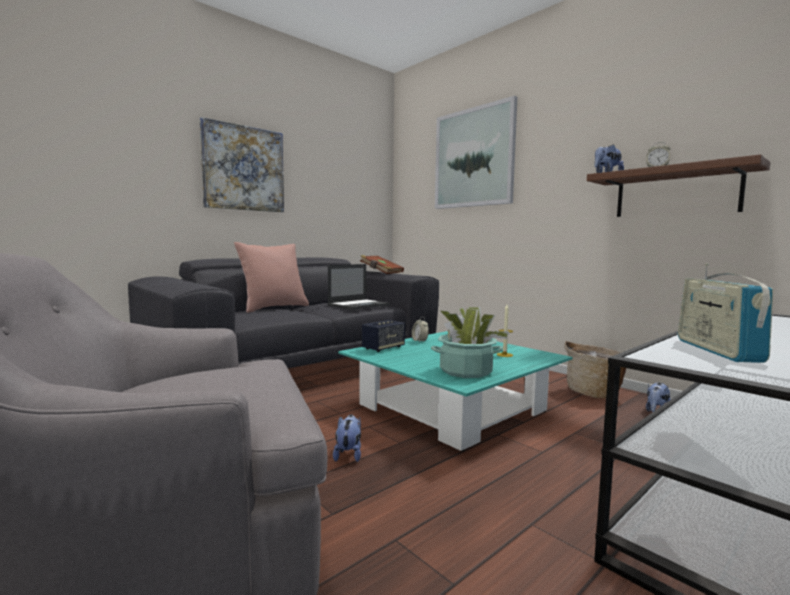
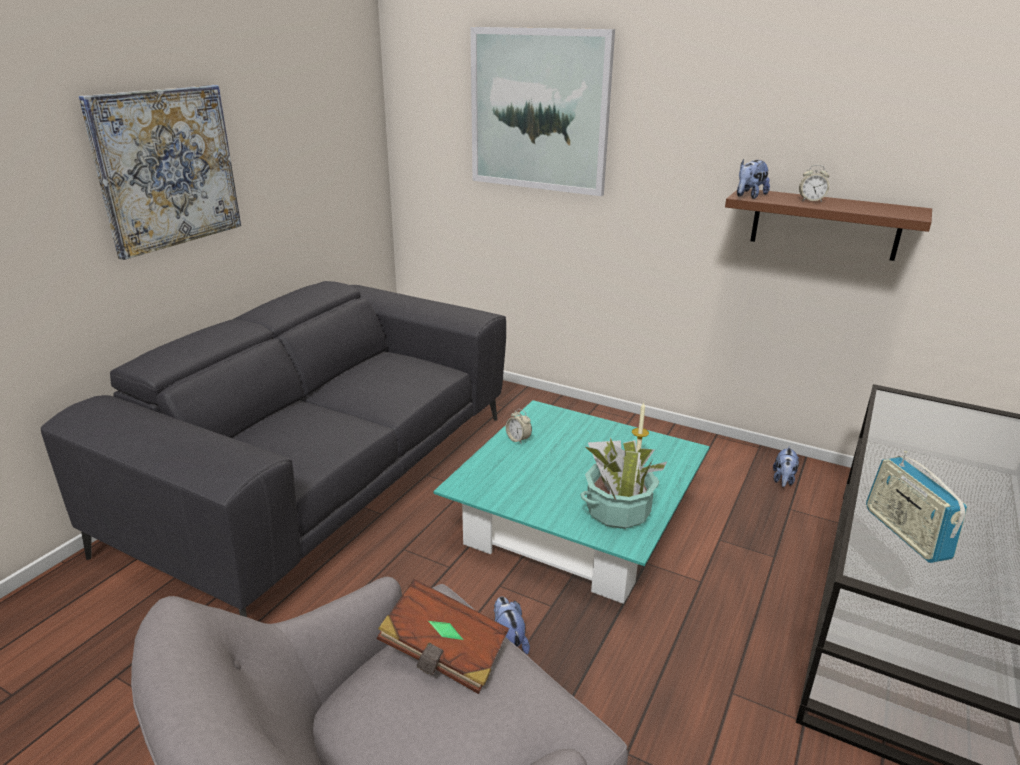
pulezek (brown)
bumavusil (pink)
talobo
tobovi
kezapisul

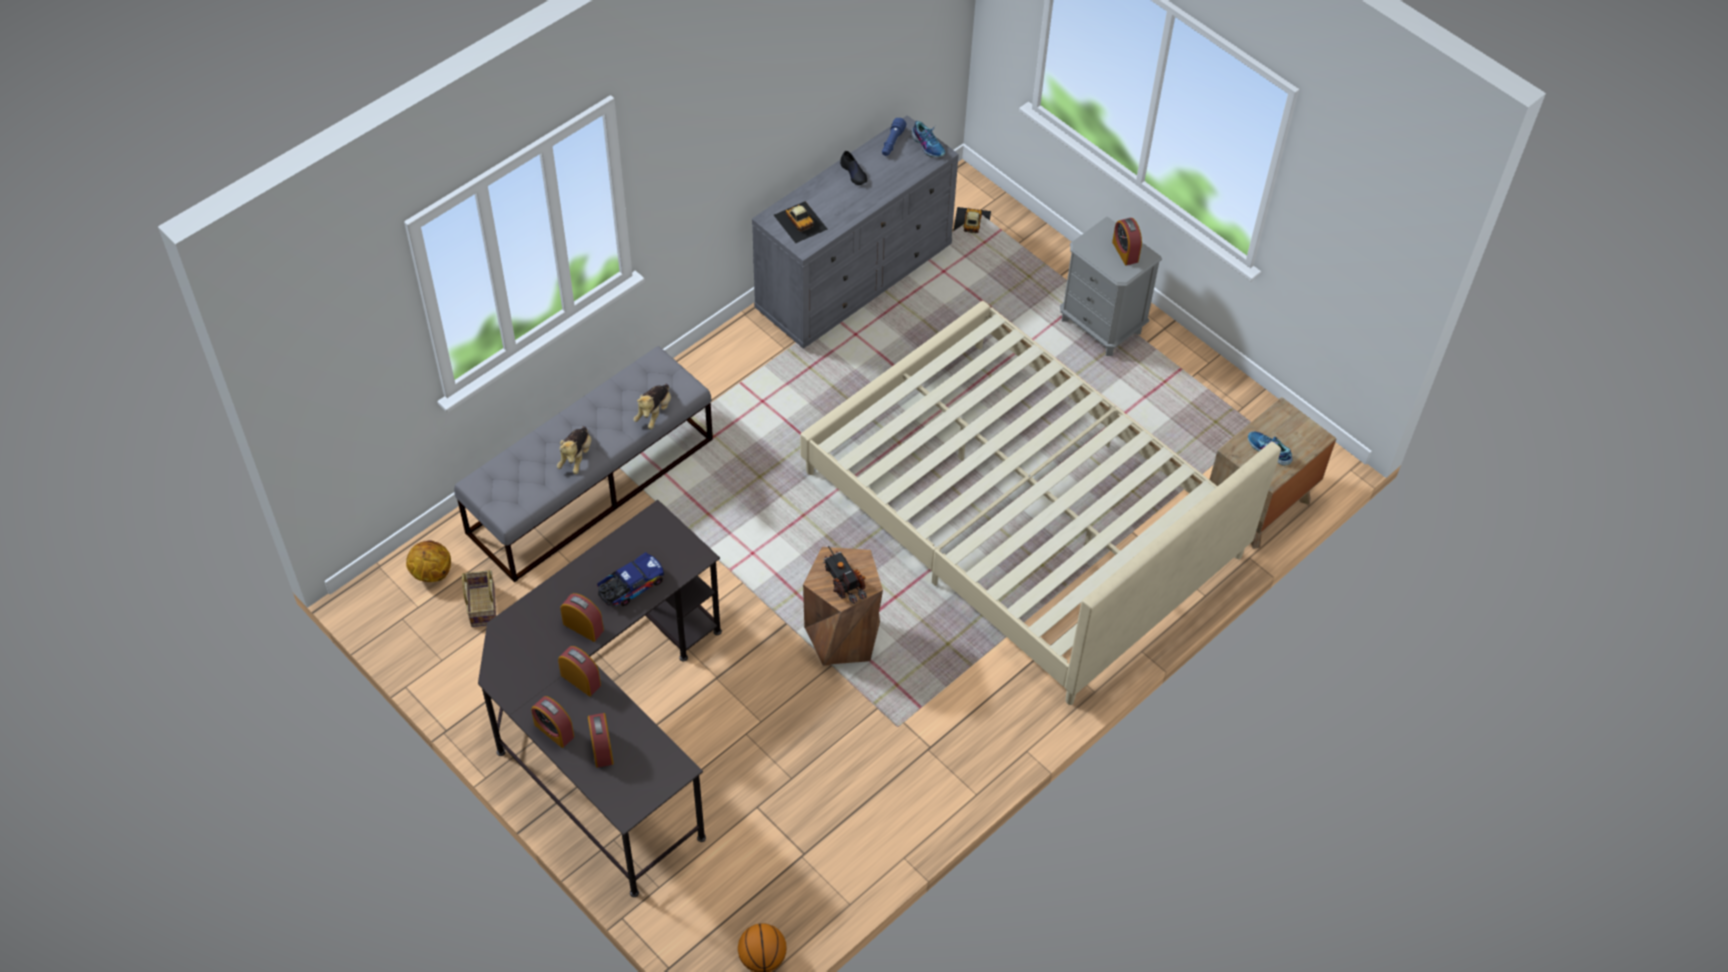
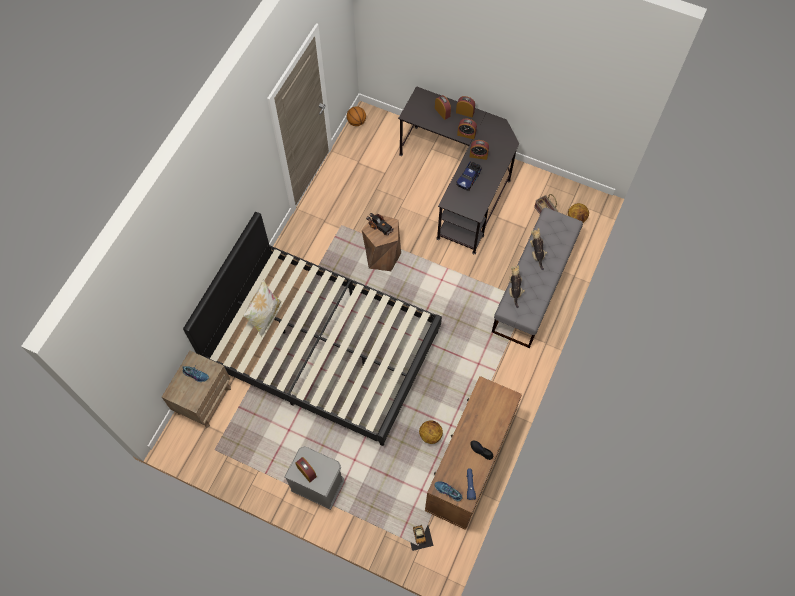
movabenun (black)
bumavusil
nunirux (no. 2 from left)
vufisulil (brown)
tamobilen (no. 1 from left in the first image)

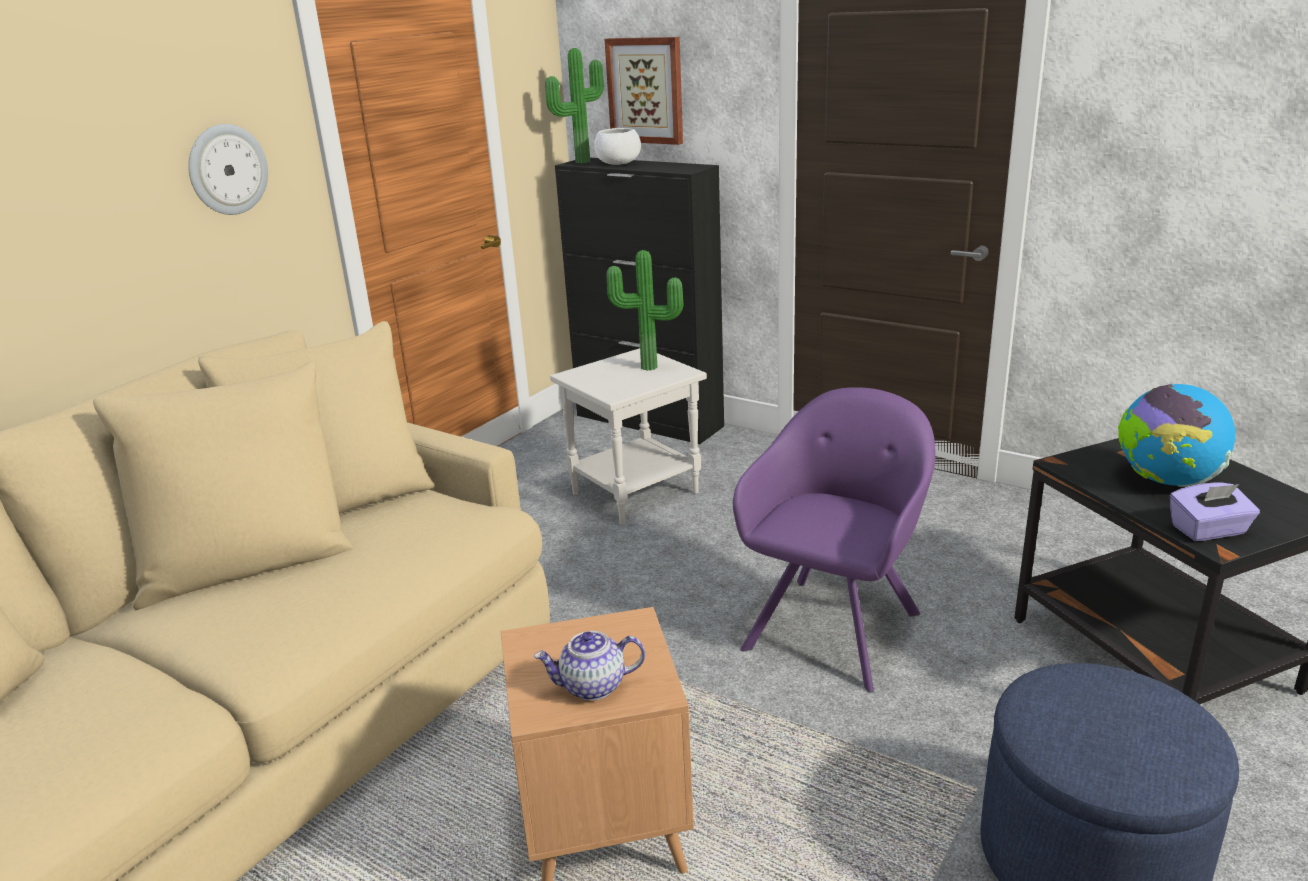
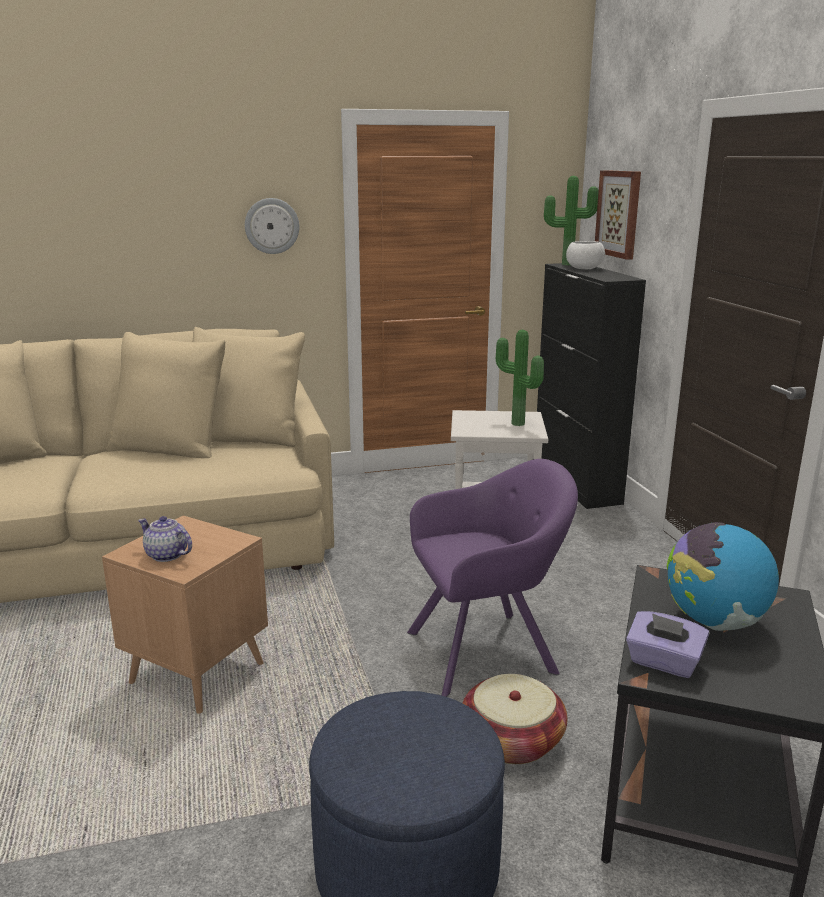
kezapisul

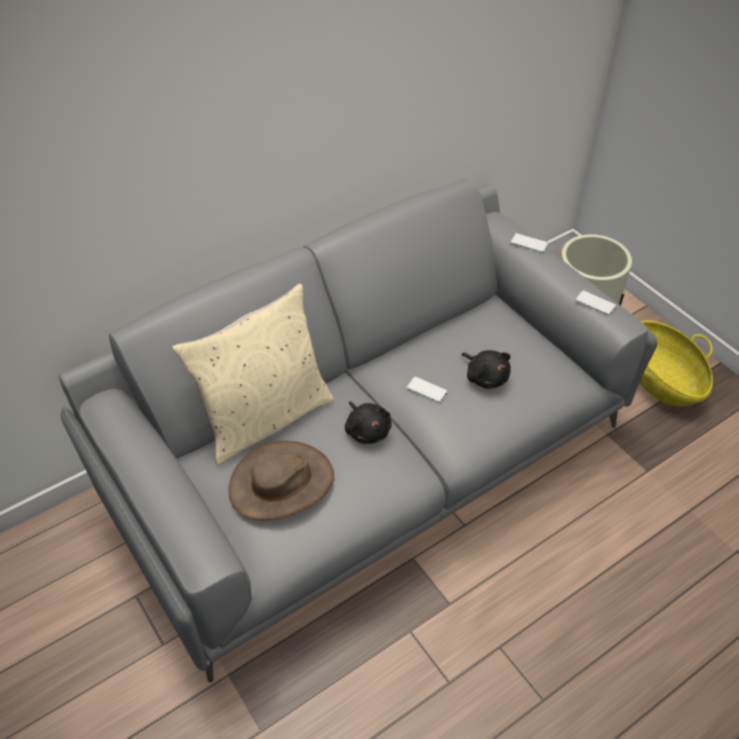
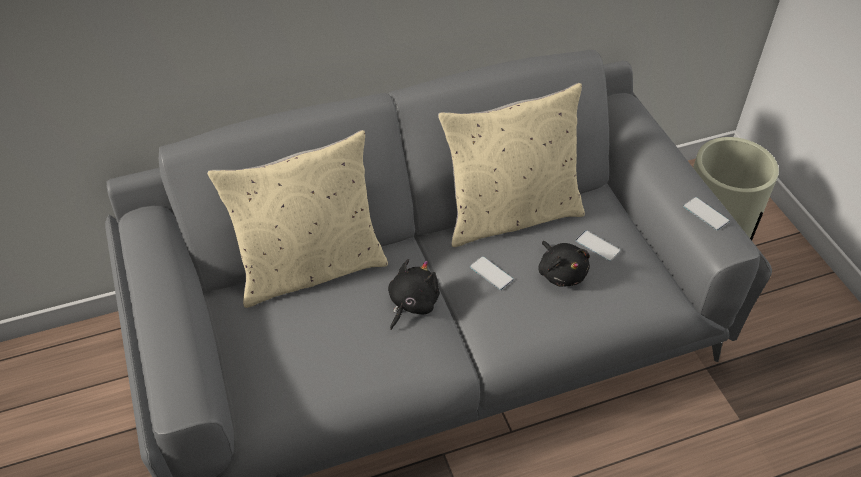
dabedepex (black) (no. 1 from left)
bumavusil (beige) (no. 2 from left)
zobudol (no. 2 from left)
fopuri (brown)
kezapisul

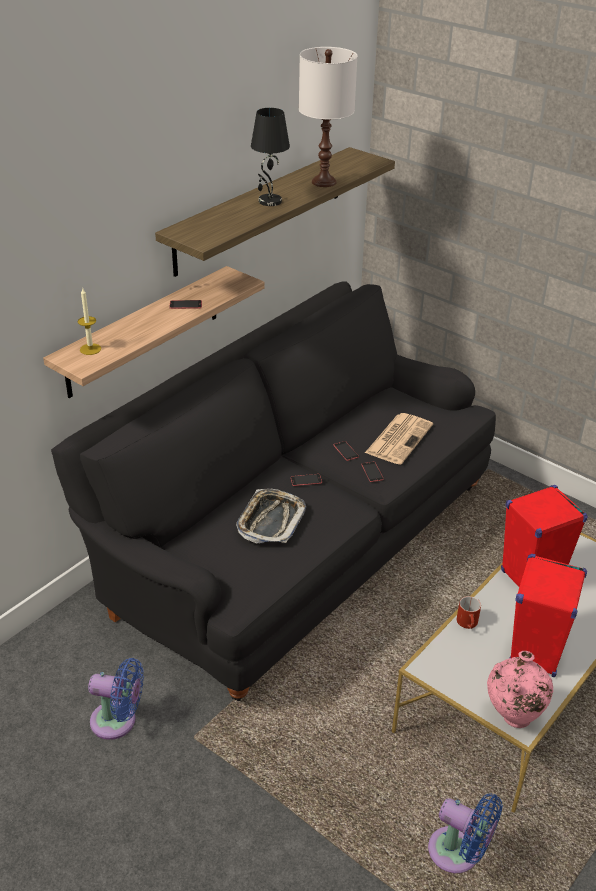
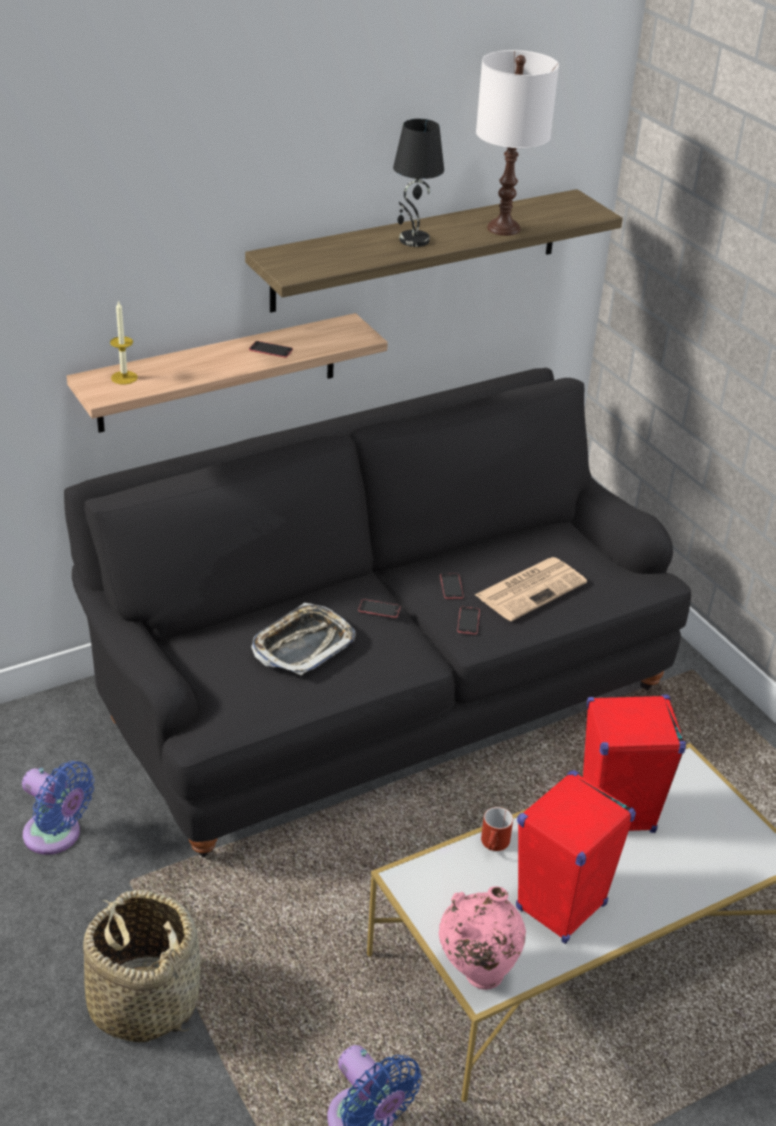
kezapisul

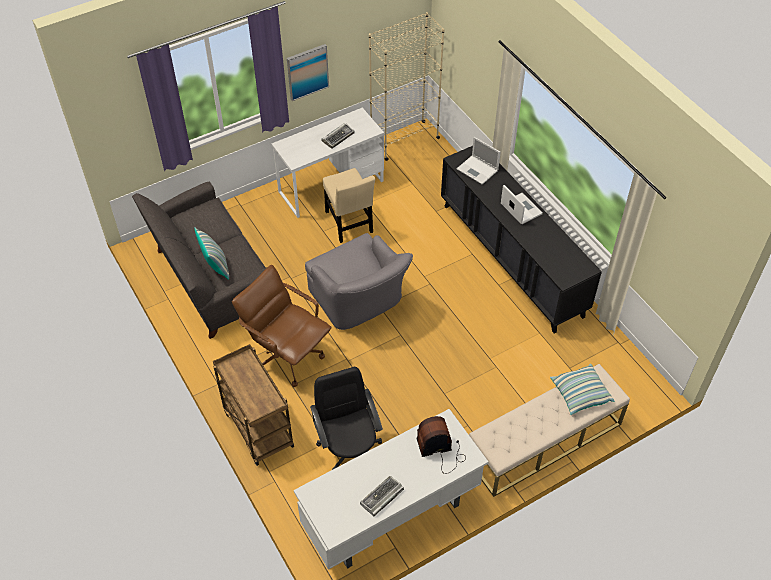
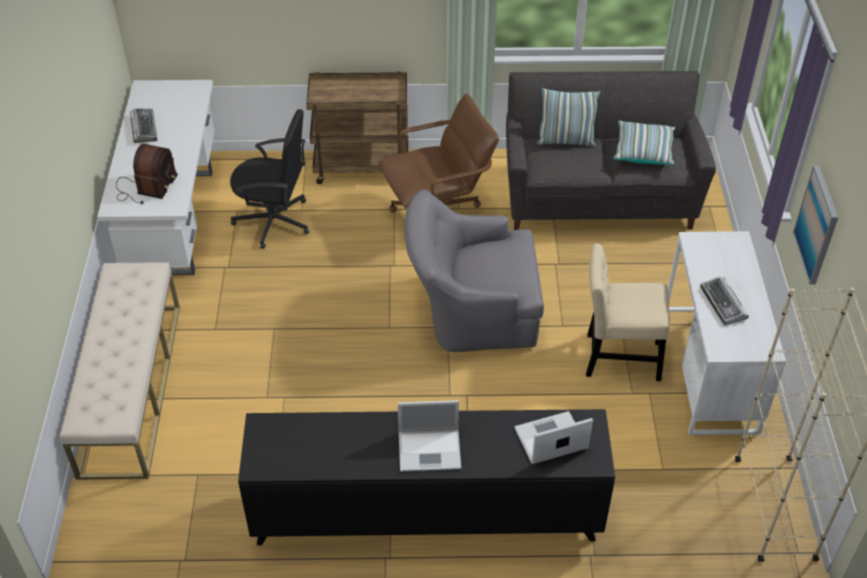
bumavusil (no. 2 from left)

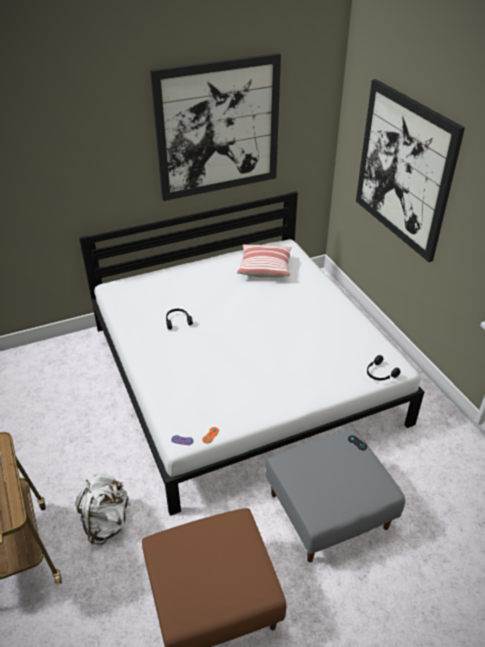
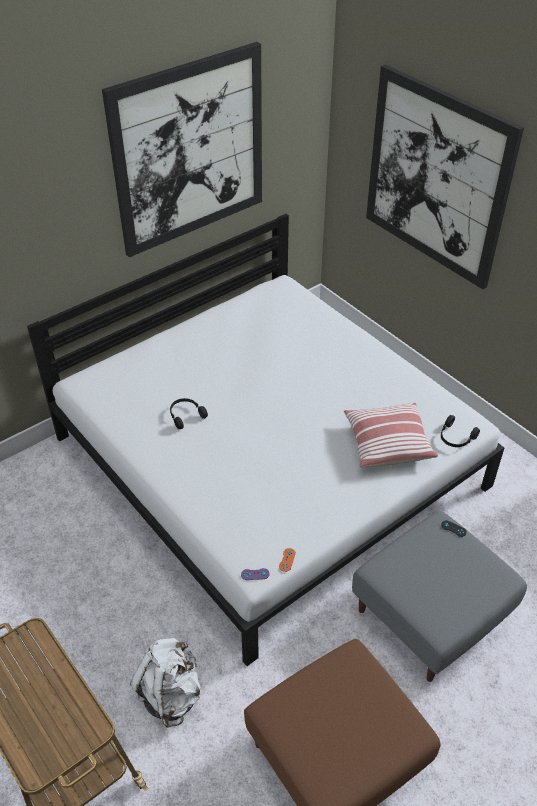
bumavusil

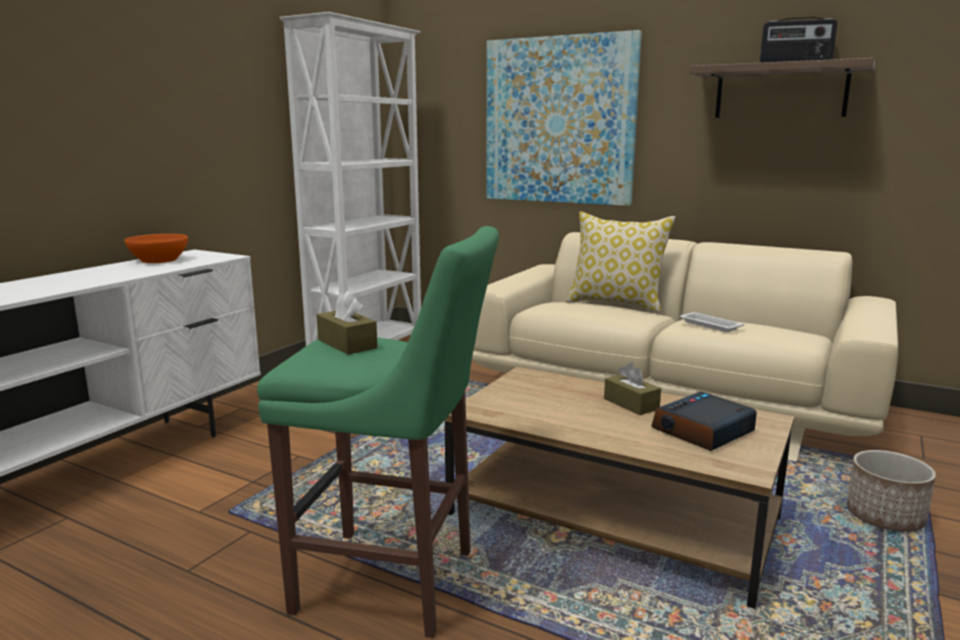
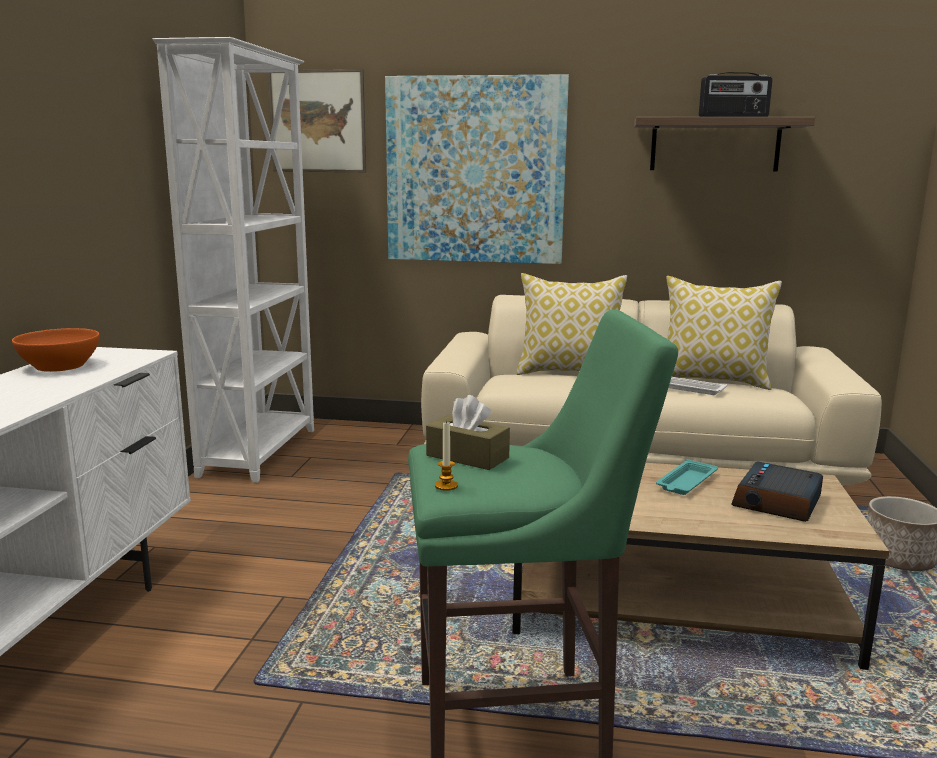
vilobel (no. 1 from left)
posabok
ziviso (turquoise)
bumavusil (no. 2 from left)

